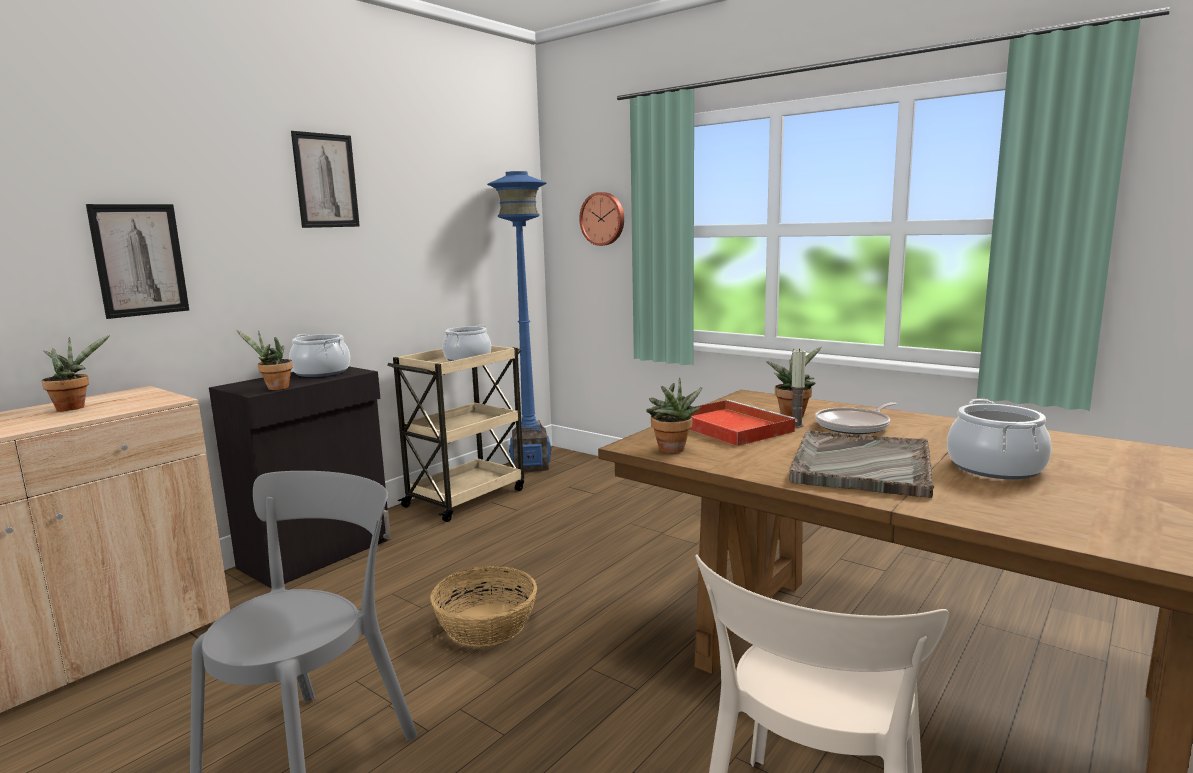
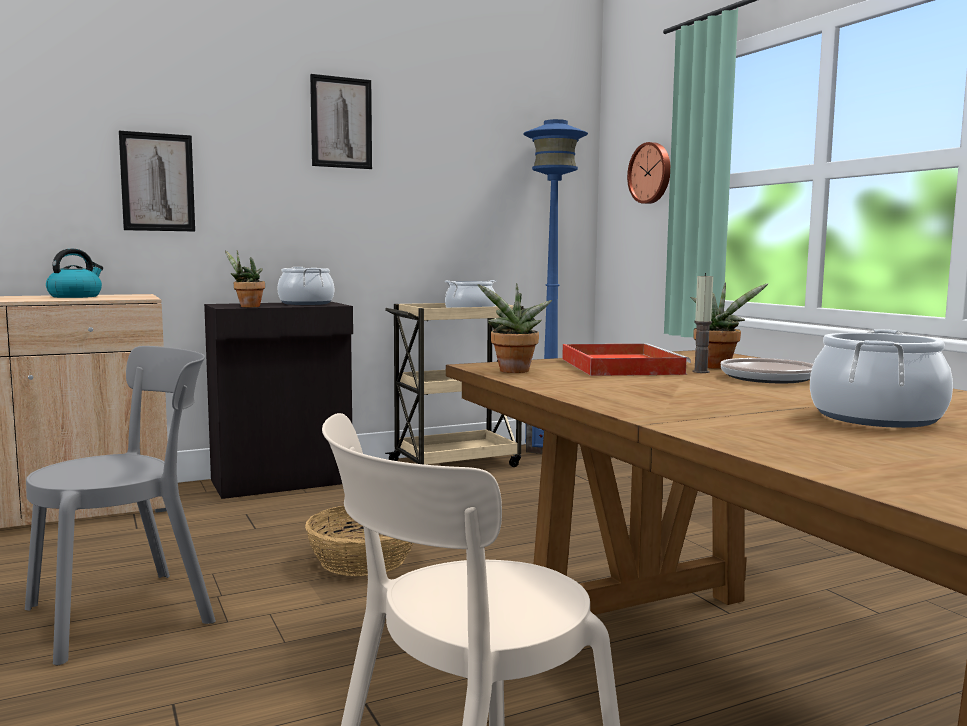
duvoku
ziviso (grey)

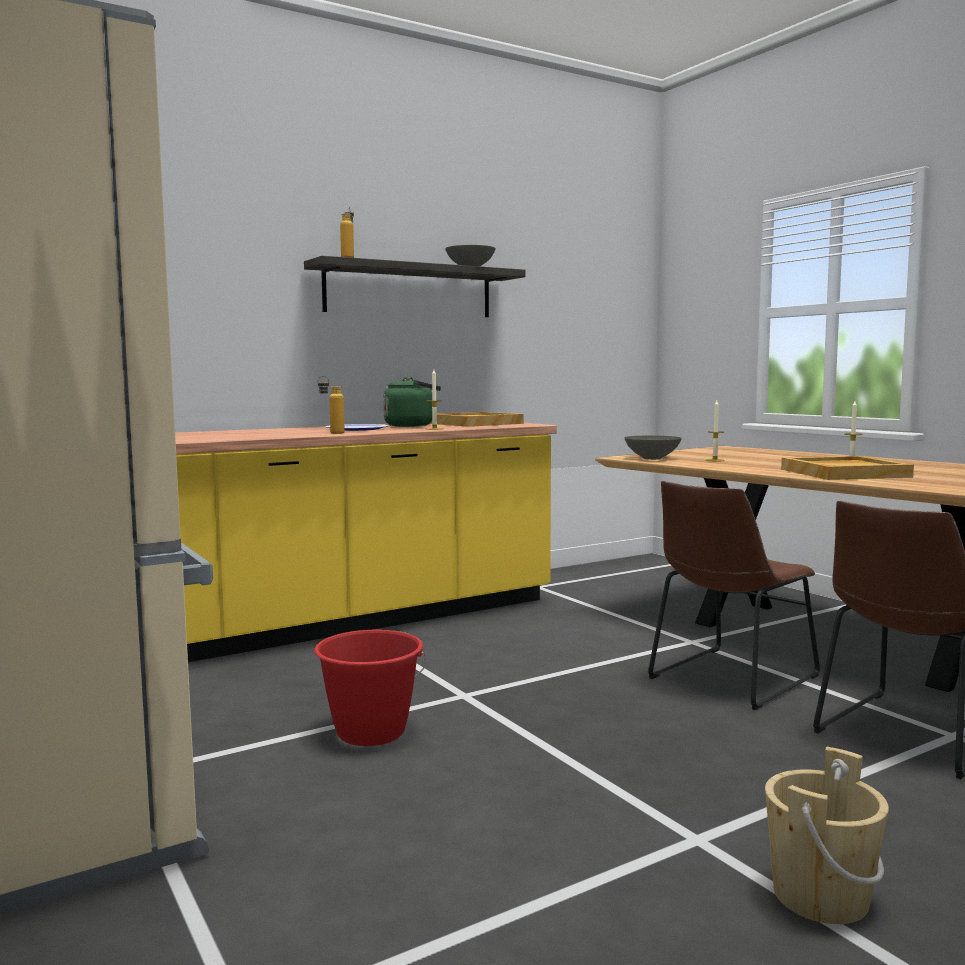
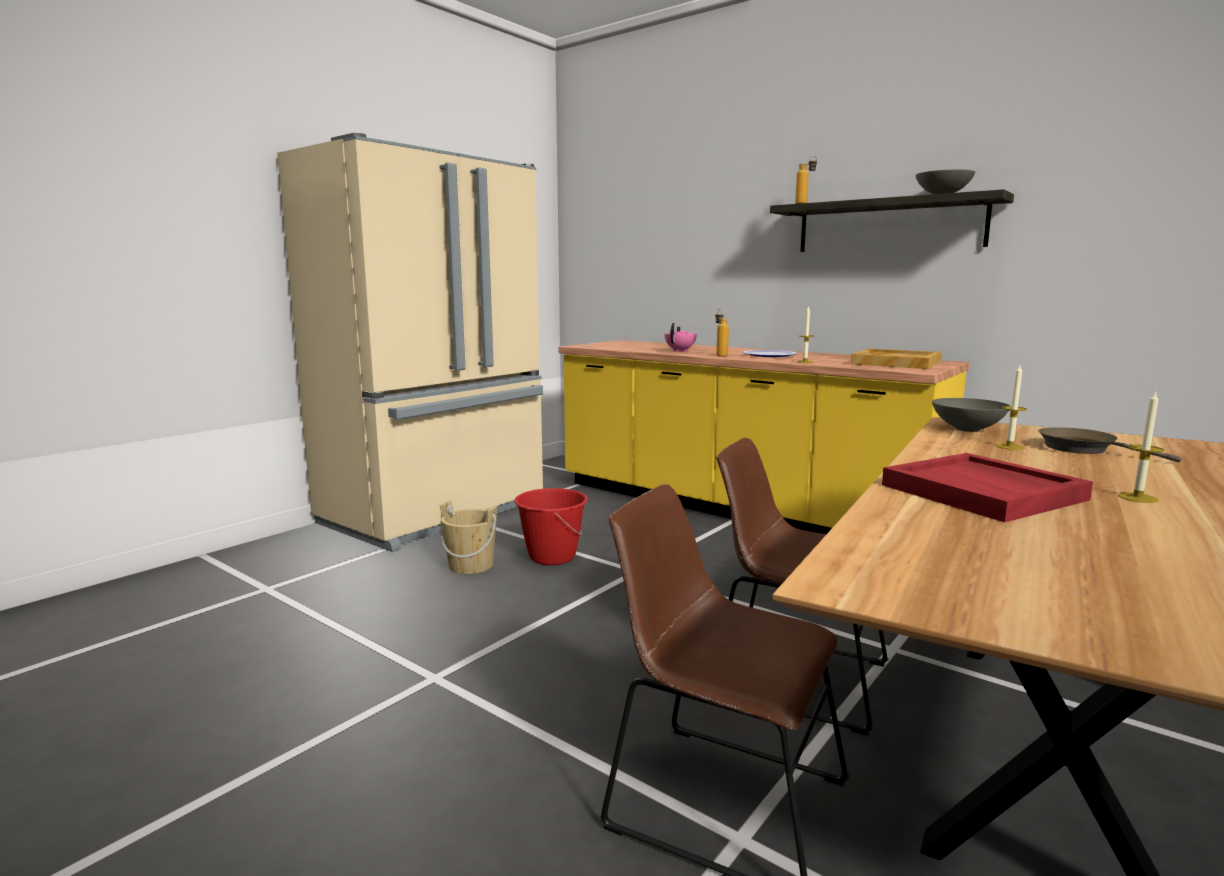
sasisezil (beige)
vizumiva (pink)
ziviso (red)
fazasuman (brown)
duvoku (green)

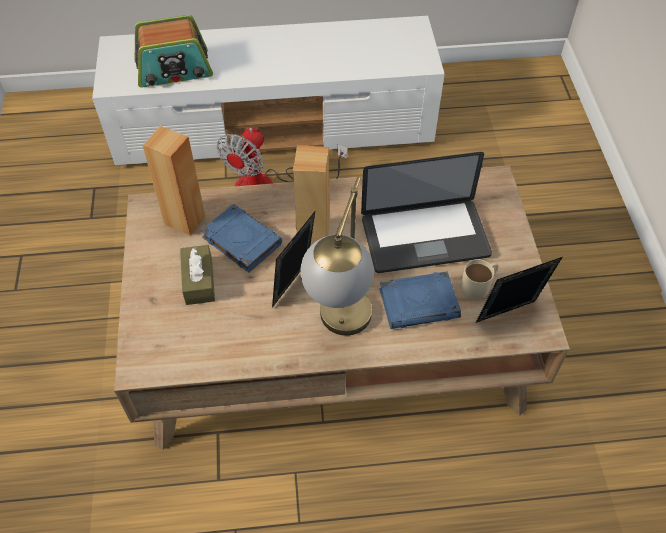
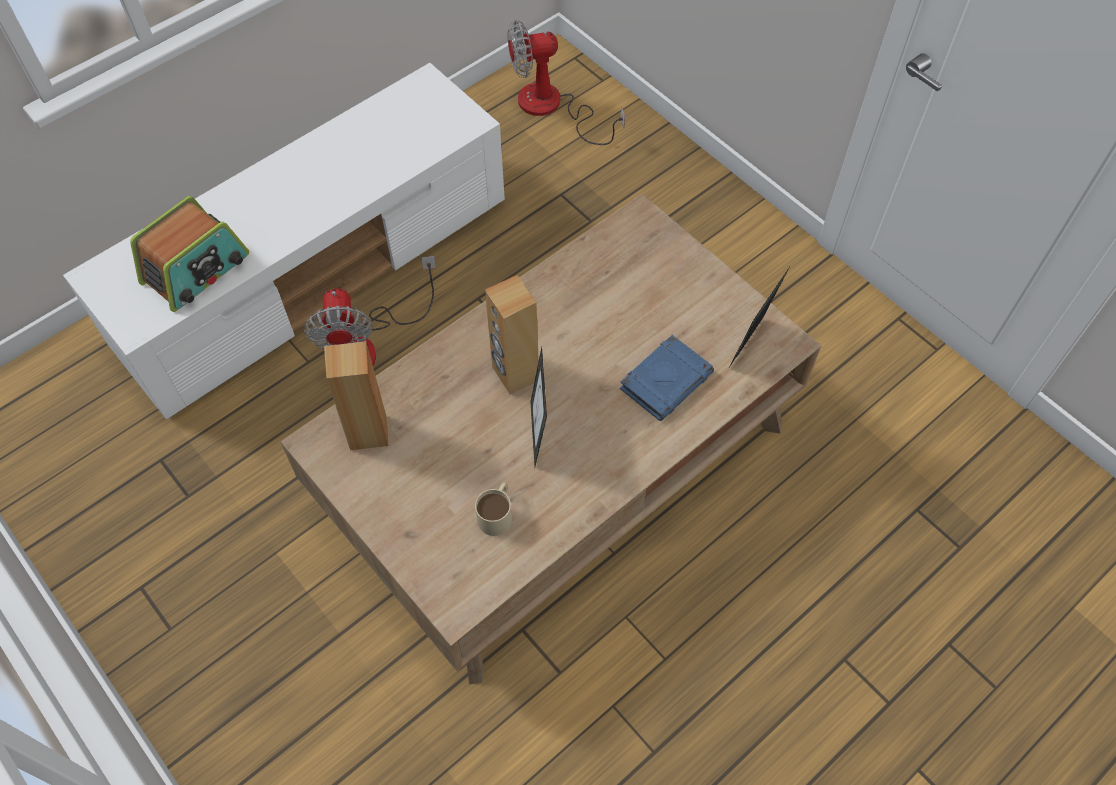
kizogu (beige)
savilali (no. 2 from left)
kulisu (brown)
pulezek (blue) (no. 1 from left in the first image)
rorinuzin
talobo

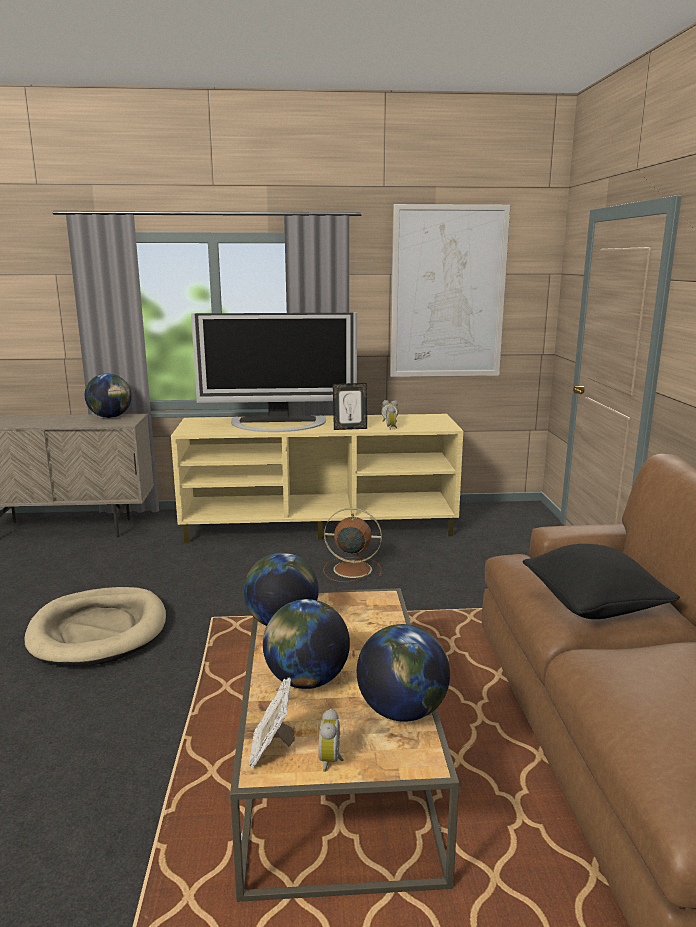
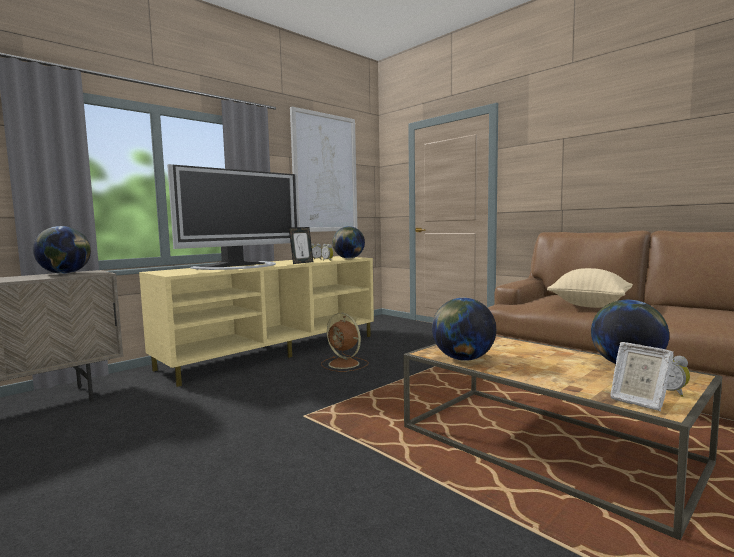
savilali (brown)
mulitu (no. 2 from left)
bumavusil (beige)
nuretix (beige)

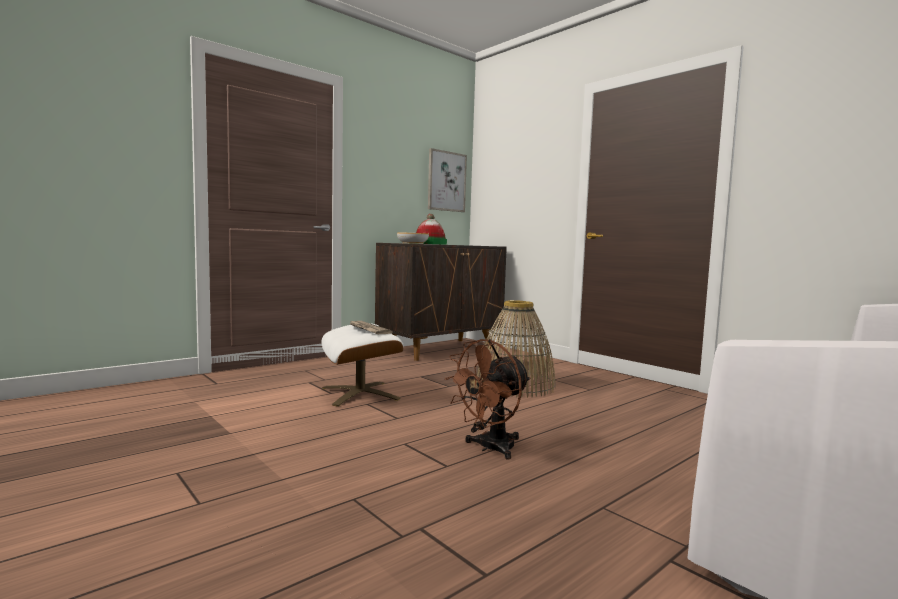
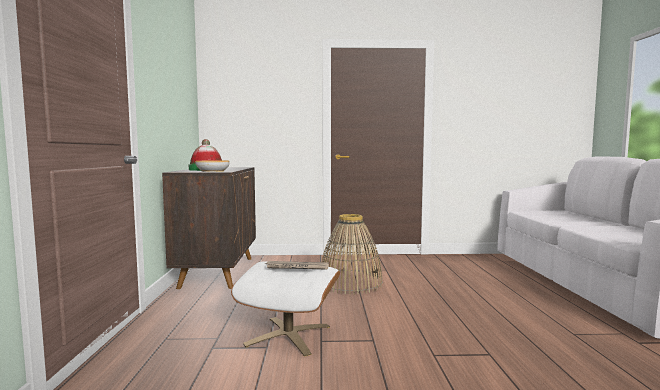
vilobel
savilali (brown)

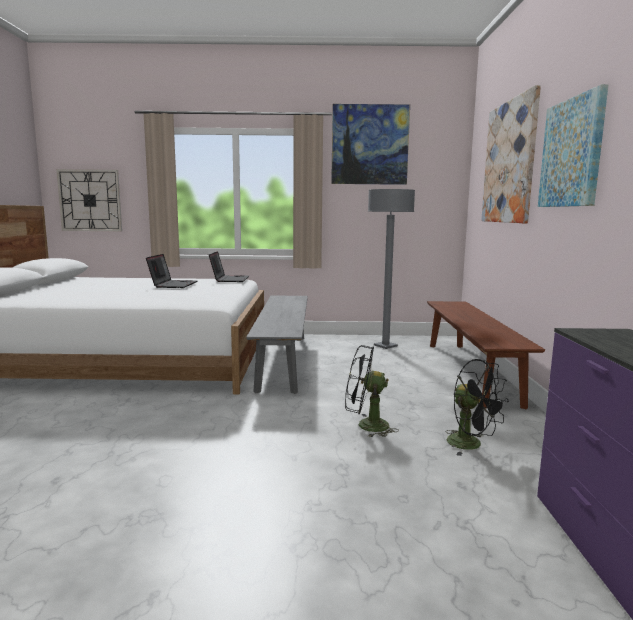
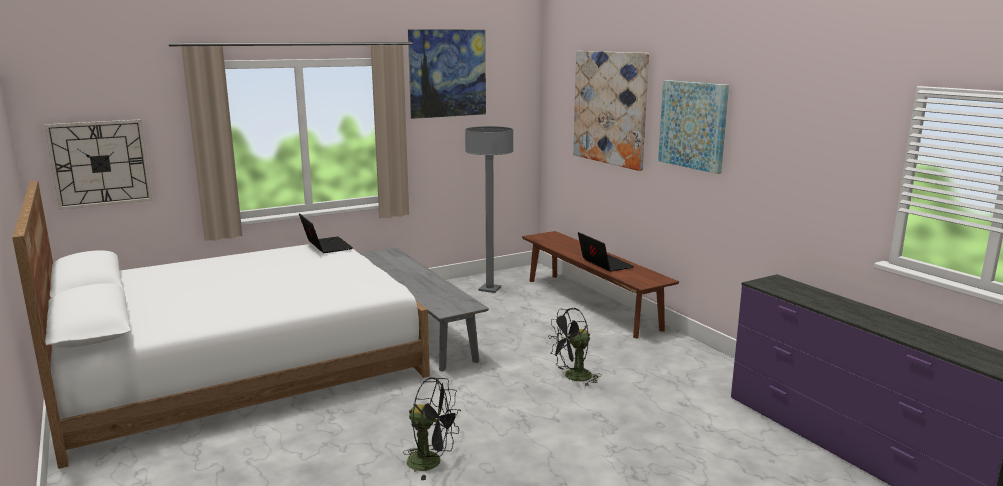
savilali (black) (no. 1 from left)
talobo (no. 2 from left)

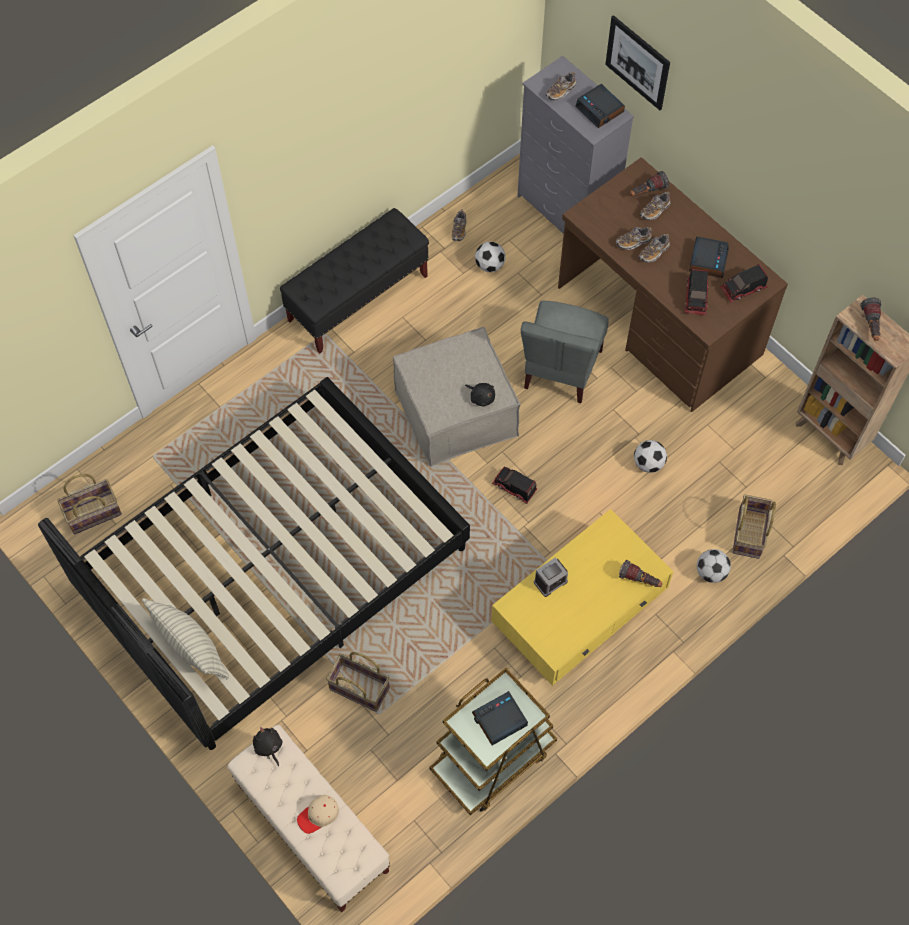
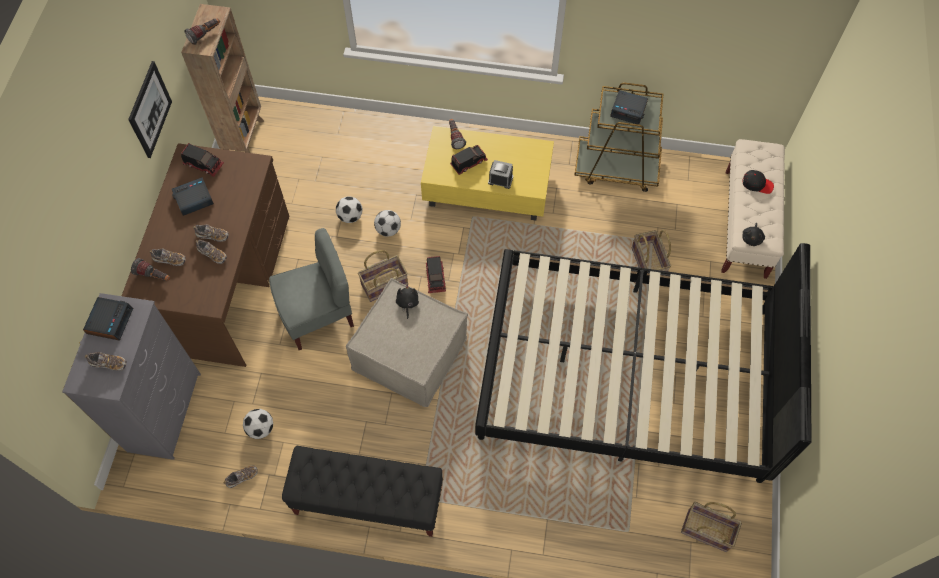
vilobel
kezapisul (no. 1 from left)
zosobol (no. 3 from left)
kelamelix (no. 3 from left)
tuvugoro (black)
bumavusil

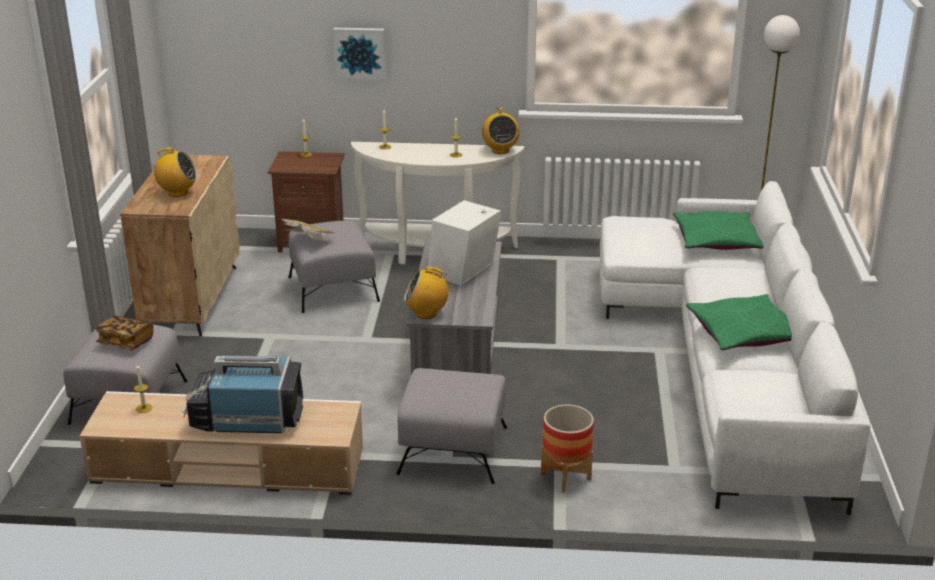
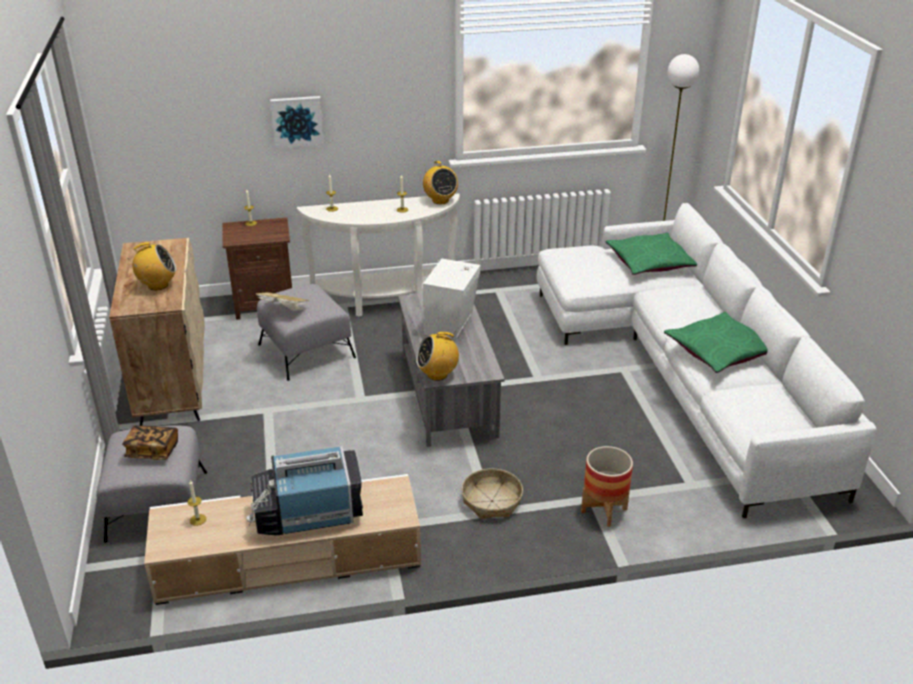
kezapisul

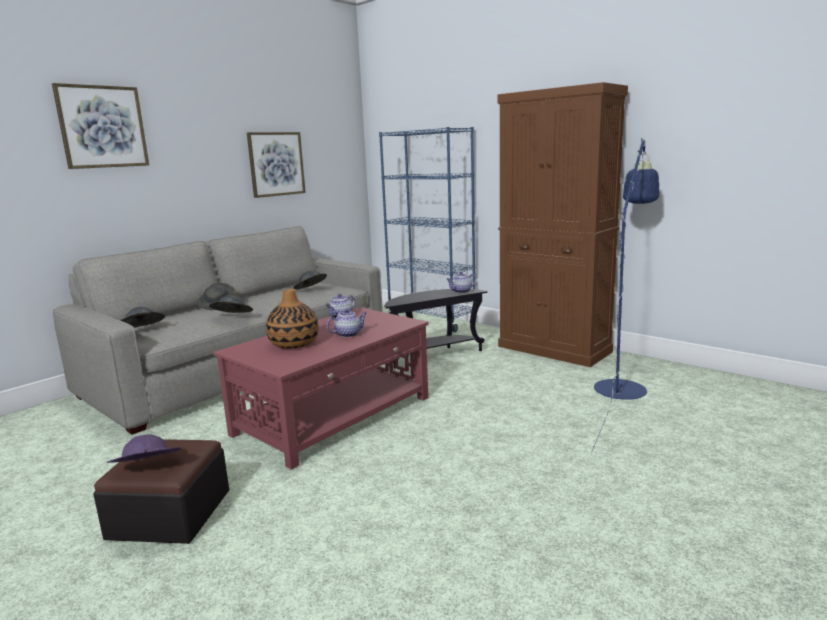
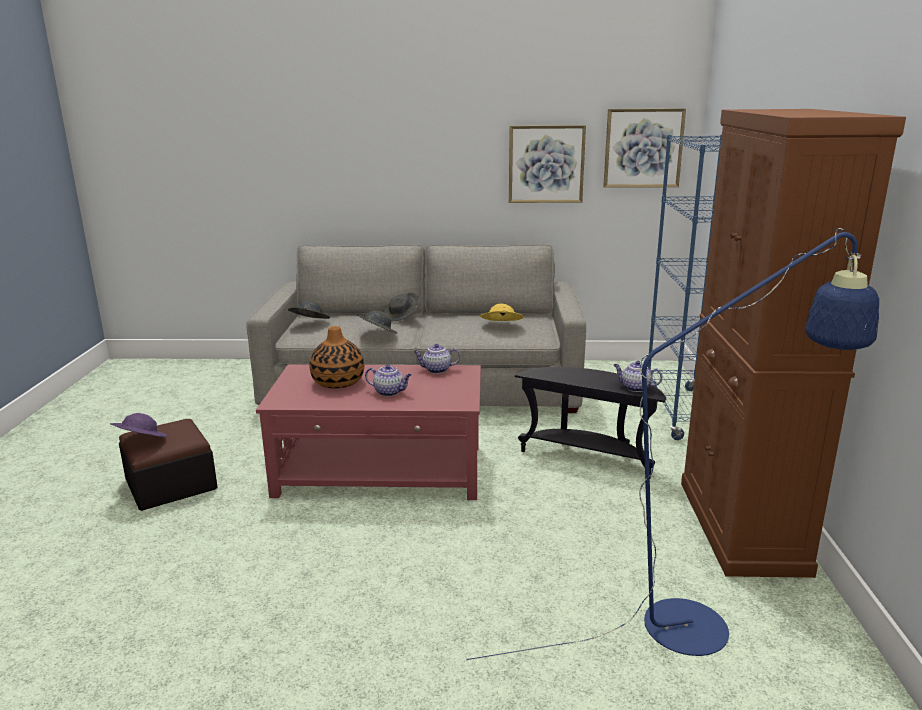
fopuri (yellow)
vilobel (no. 2 from left)

